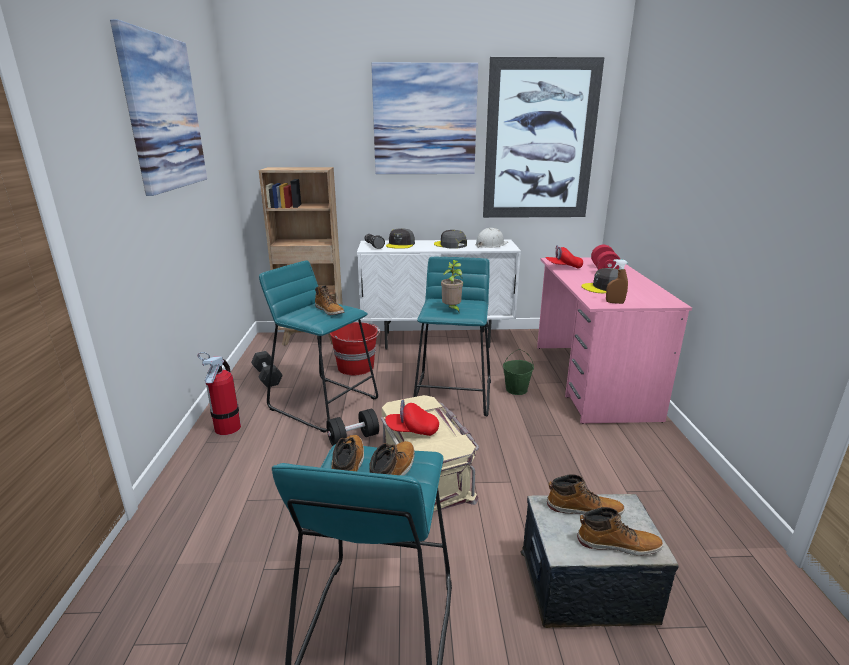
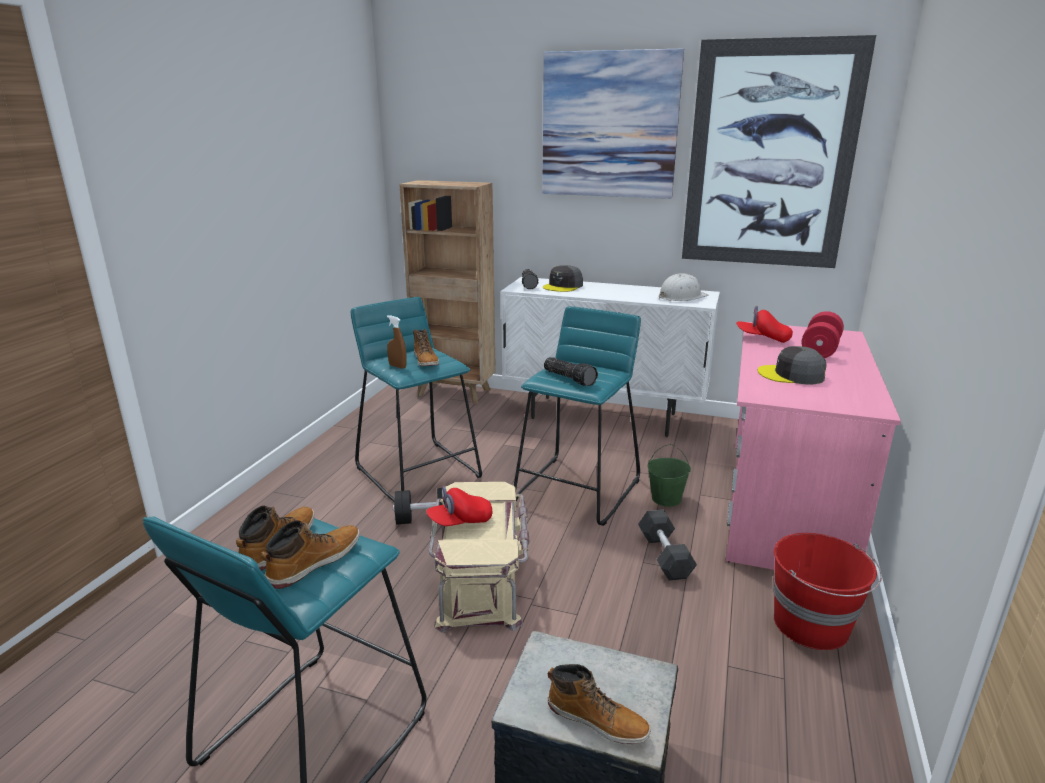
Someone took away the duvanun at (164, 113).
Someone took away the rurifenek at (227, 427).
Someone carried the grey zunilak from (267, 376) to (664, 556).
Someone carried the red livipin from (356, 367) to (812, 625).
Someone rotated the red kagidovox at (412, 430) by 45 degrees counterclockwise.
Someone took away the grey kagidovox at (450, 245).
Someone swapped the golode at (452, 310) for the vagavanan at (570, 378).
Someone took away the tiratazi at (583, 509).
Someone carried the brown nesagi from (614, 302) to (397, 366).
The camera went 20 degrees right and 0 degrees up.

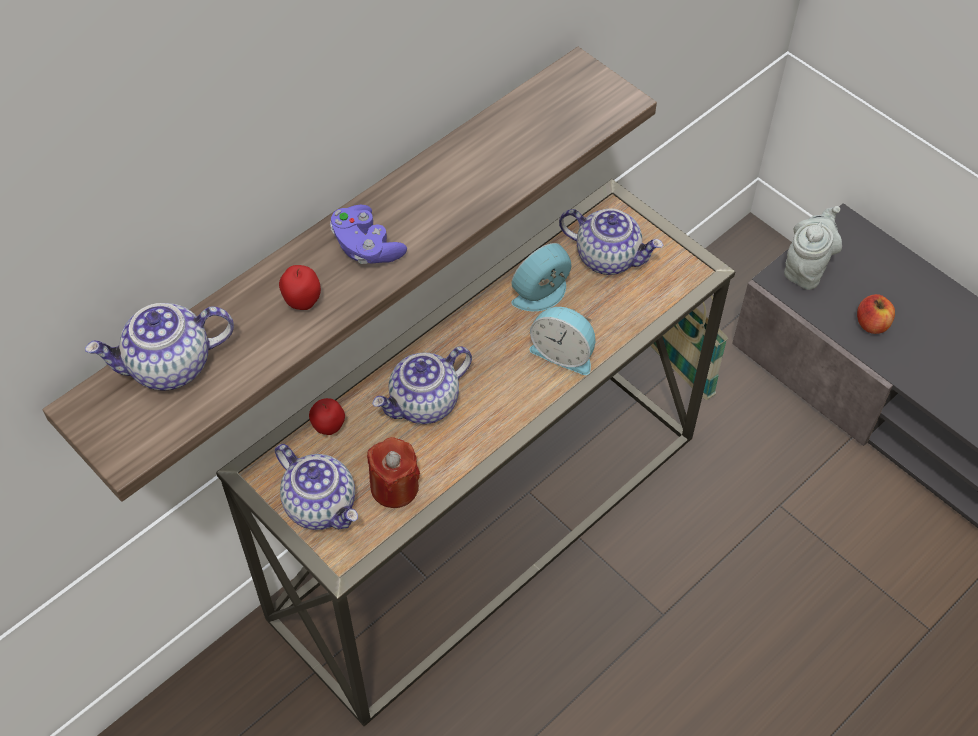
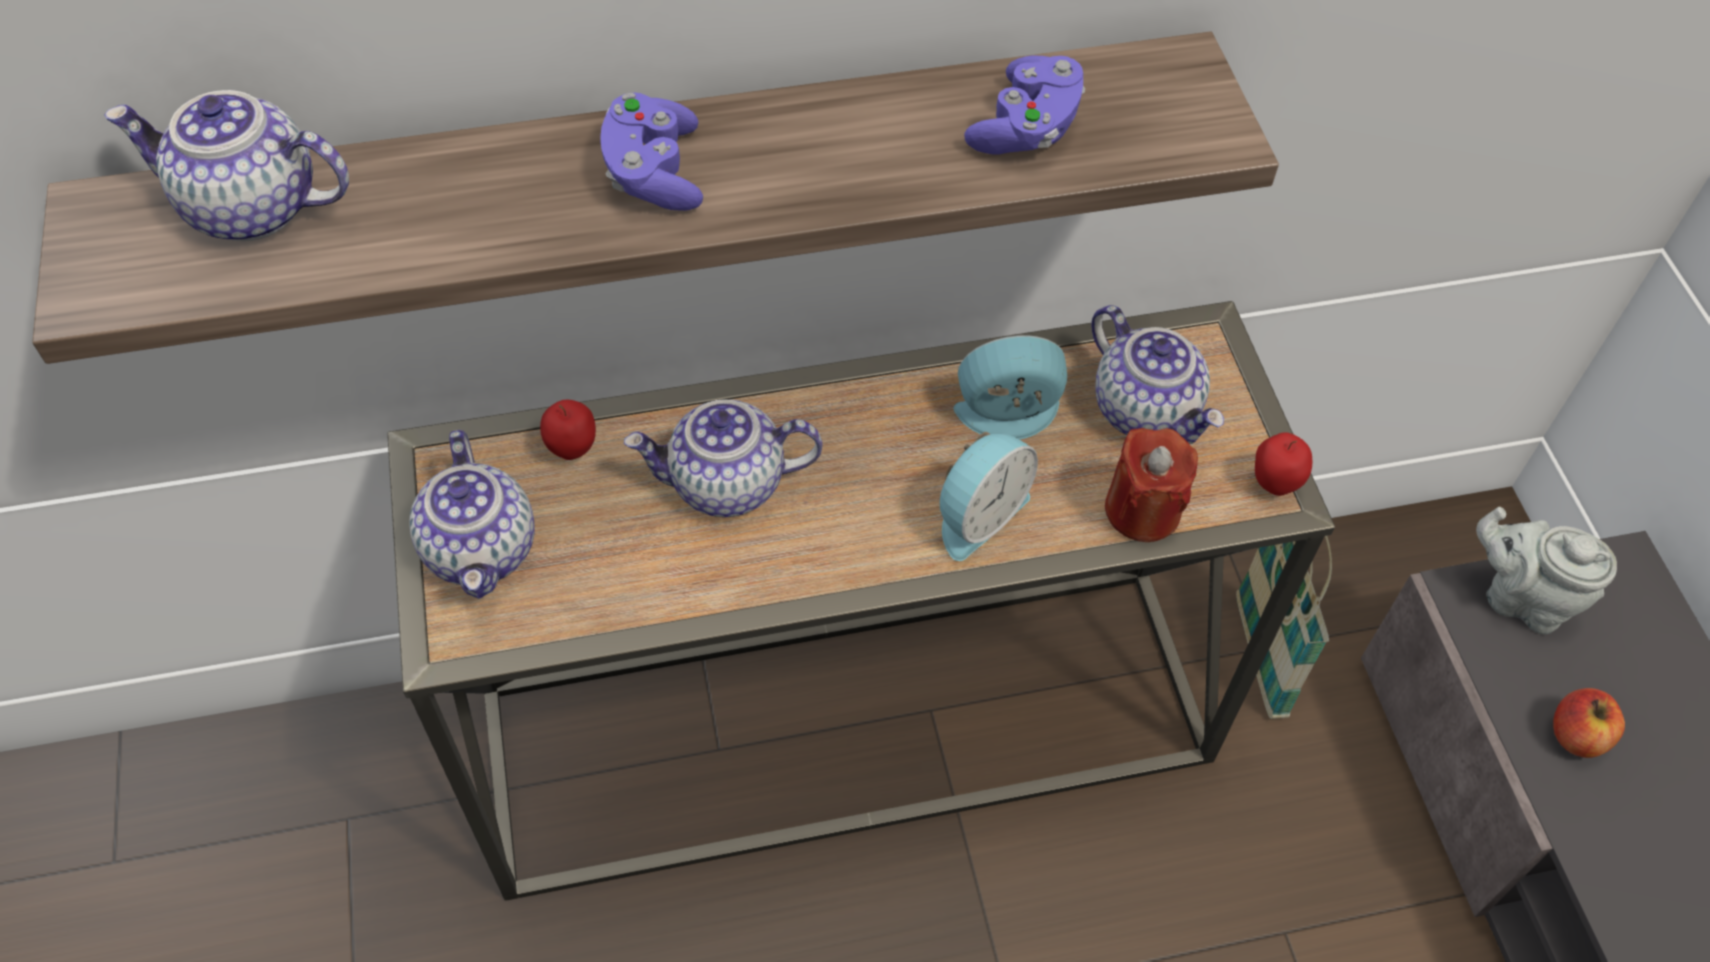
Someone carried the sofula from (302, 302) to (1274, 483).
Someone carried the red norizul from (394, 487) to (1142, 510).
Someone rotated the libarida at (563, 353) by 105 degrees counterclockwise.
Someone rotated the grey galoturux at (806, 268) by 120 degrees counterclockwise.
Someone put down the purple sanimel at (1026, 129).
The camera went 30 degrees right and 0 degrees up.

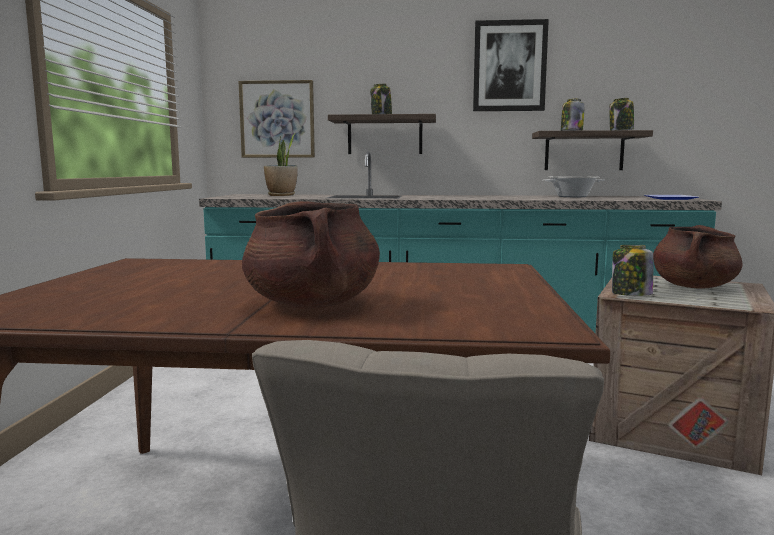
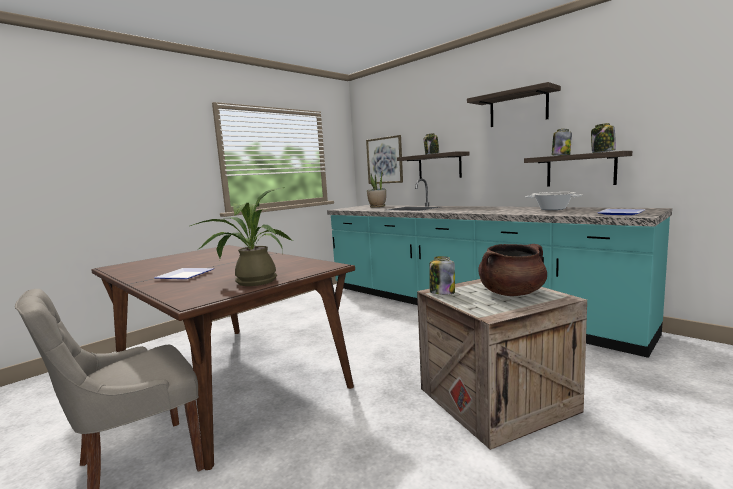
Someone swapped the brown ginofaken at (313, 304) for the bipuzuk at (185, 276).
Someone swapped the duvanun at (509, 66) for the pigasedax at (518, 108).
Someone put down the golode at (251, 282).
The camera went 40 degrees right and 0 degrees up.

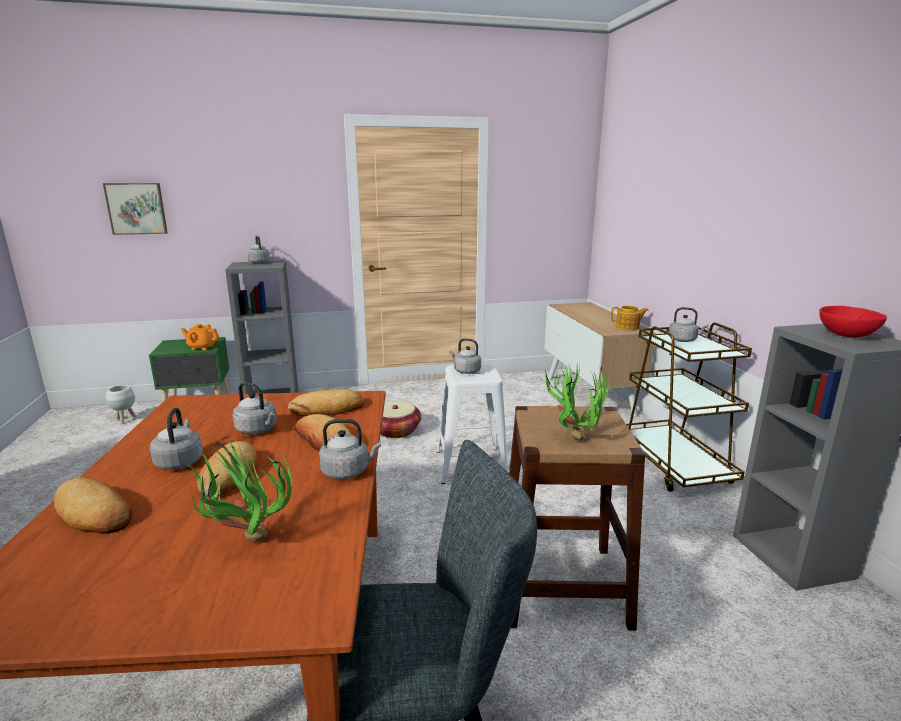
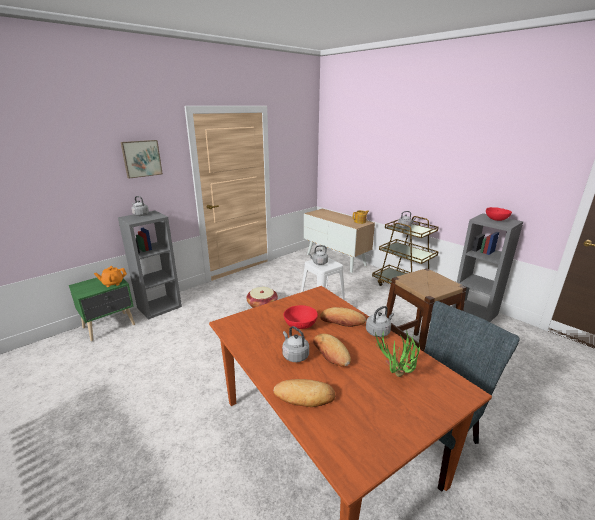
Someone carried the duvanun from (137, 208) to (141, 158).
Someone took away the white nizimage at (125, 419).
Someone swapped the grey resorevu at (258, 430) for the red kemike at (300, 325).
Someone took away the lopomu at (328, 409).
Someone took away the golode at (573, 435).
The camera went 30 degrees left and 5 degrees up.

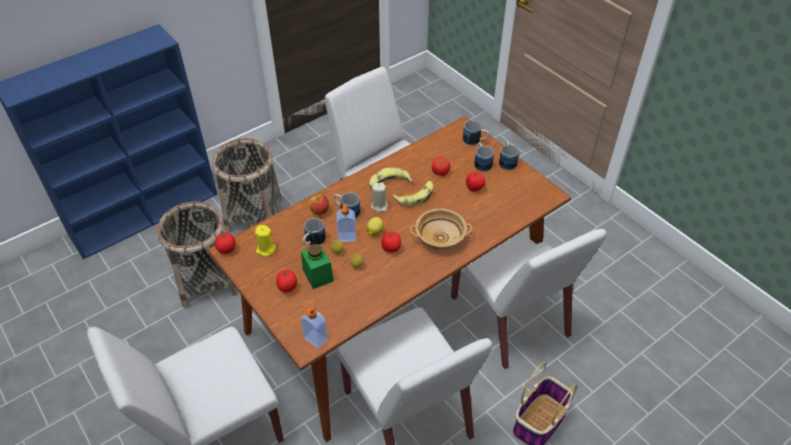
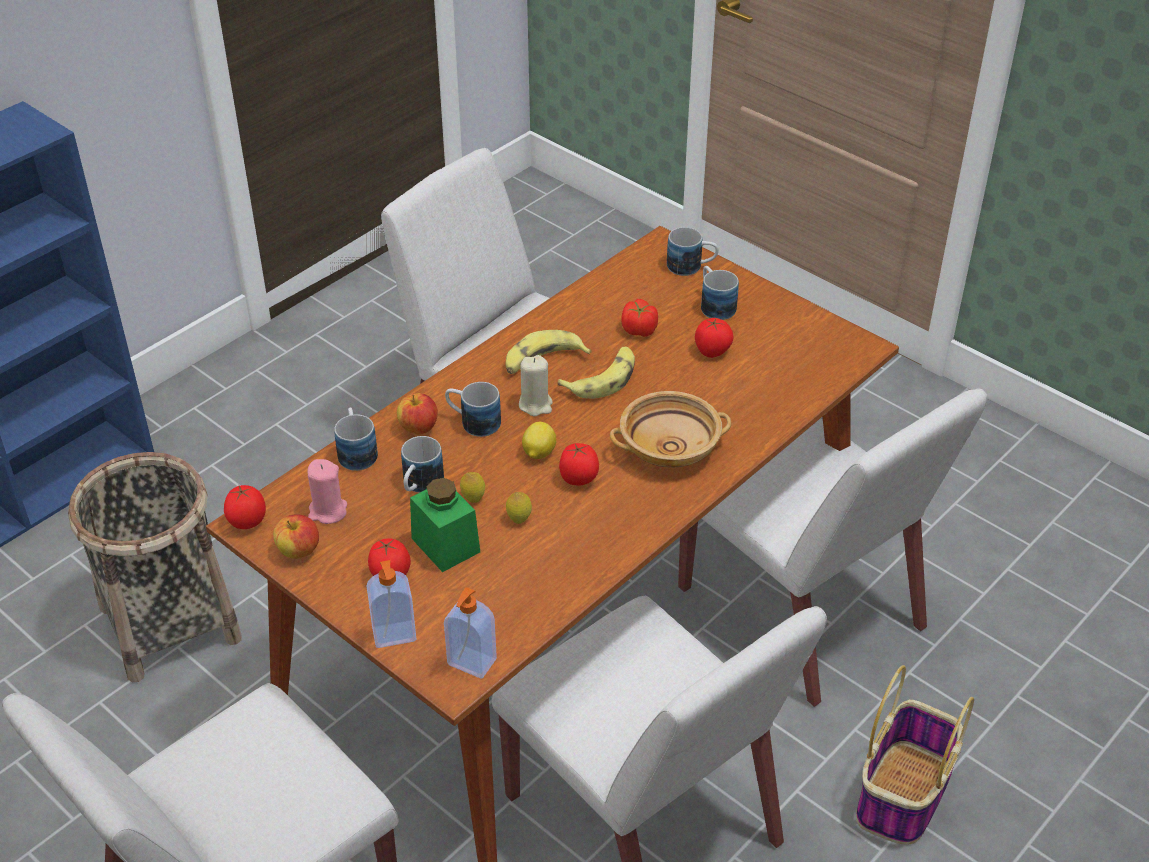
Someone took away the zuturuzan at (254, 215).
Someone repainted the yellow norizul at (266, 249), which became the pink norizul at (327, 511).
Someone carried the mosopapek from (347, 237) to (394, 635).
Someone carried the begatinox from (507, 161) to (356, 451).
Someone put down the sofula at (299, 551).
The camera went 10 degrees left and 5 degrees down.

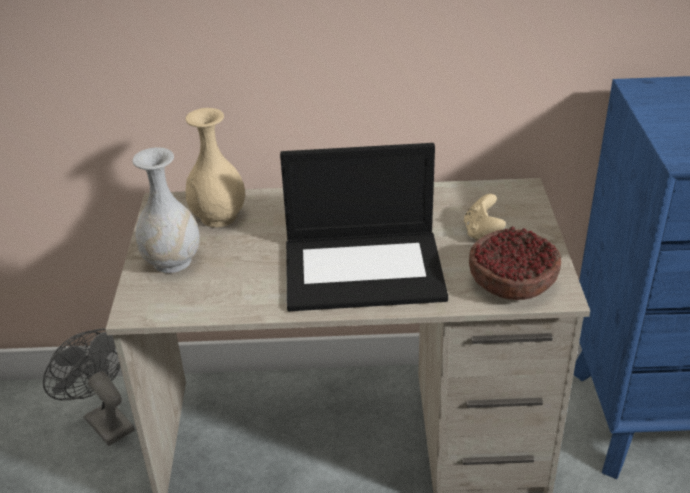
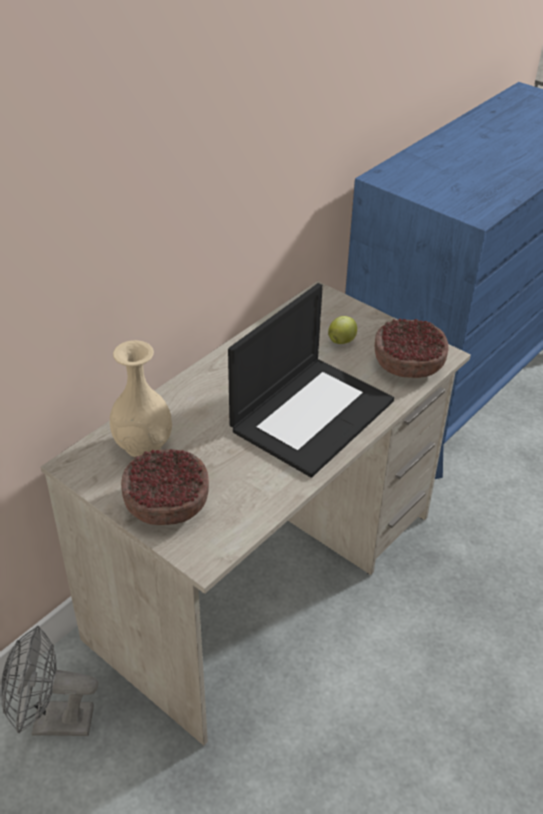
Someone swapped the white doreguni at (173, 261) for the kemike at (167, 502).
Someone swapped the beige sanimel at (482, 232) for the sofula at (342, 341).
The camera went 50 degrees left and 5 degrees up.

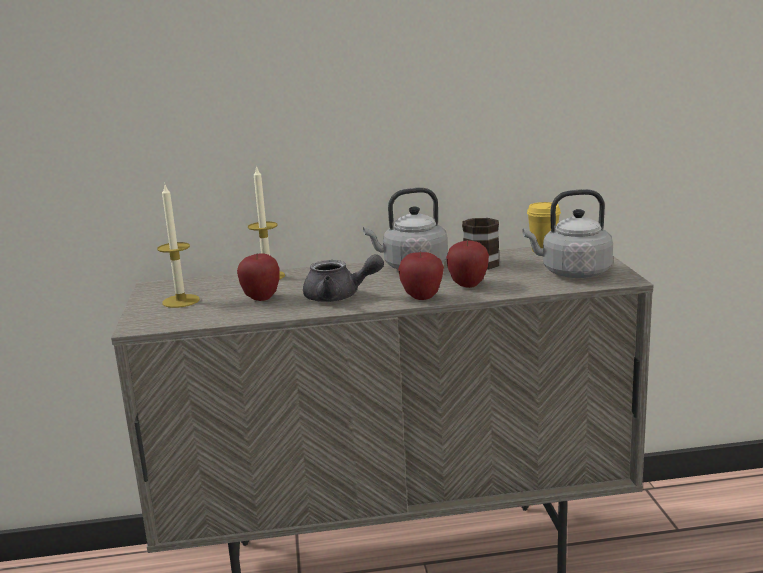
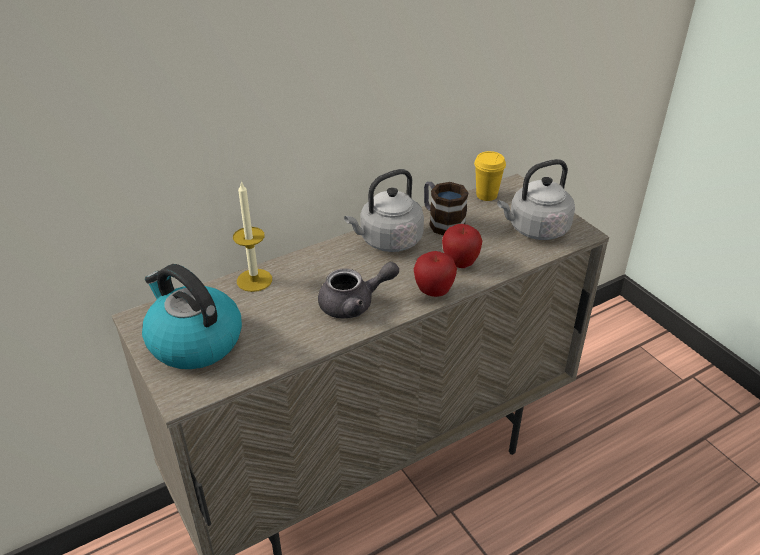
Someone swapped the norizul at (181, 301) for the resorevu at (194, 341).
Someone took away the sofula at (261, 298).
The camera went 25 degrees left and 20 degrees up.

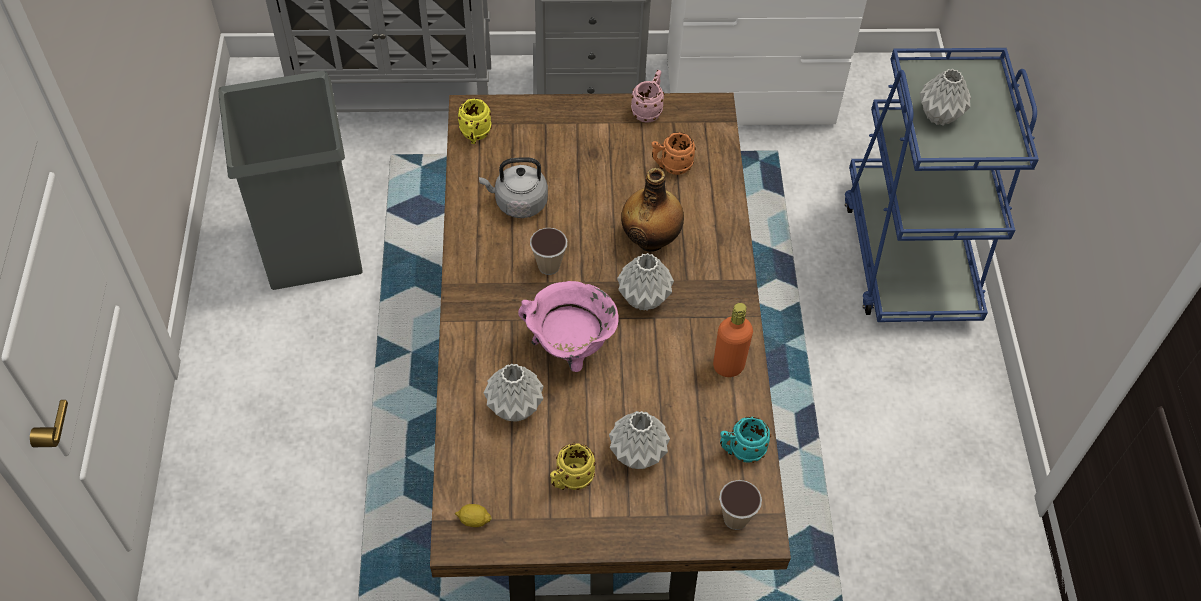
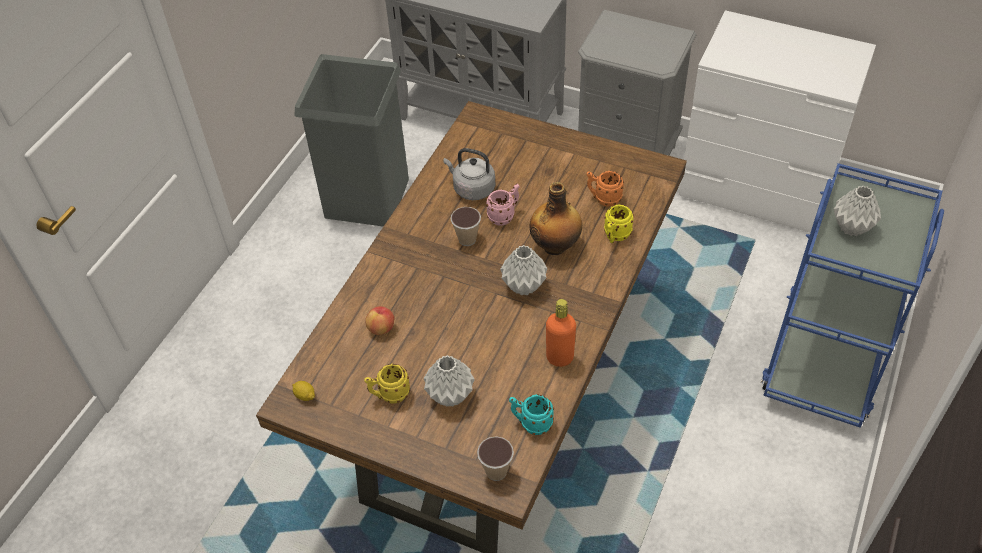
Someone carried the yellow begatinox from (475, 136) to (615, 236).
Someone swapped the grey doreguni at (514, 407) for the sofula at (381, 328).
Someone took away the pink ginofaken at (570, 349).
Someone carried the pink begatinox from (648, 110) to (504, 216).
The camera went 30 degrees right and 5 degrees down.

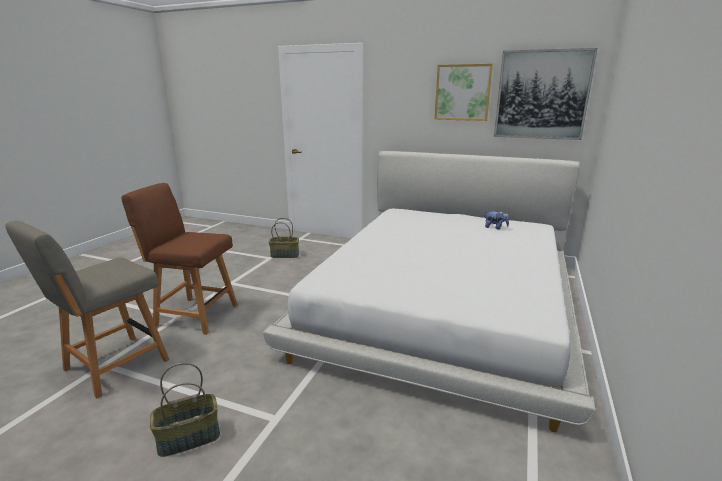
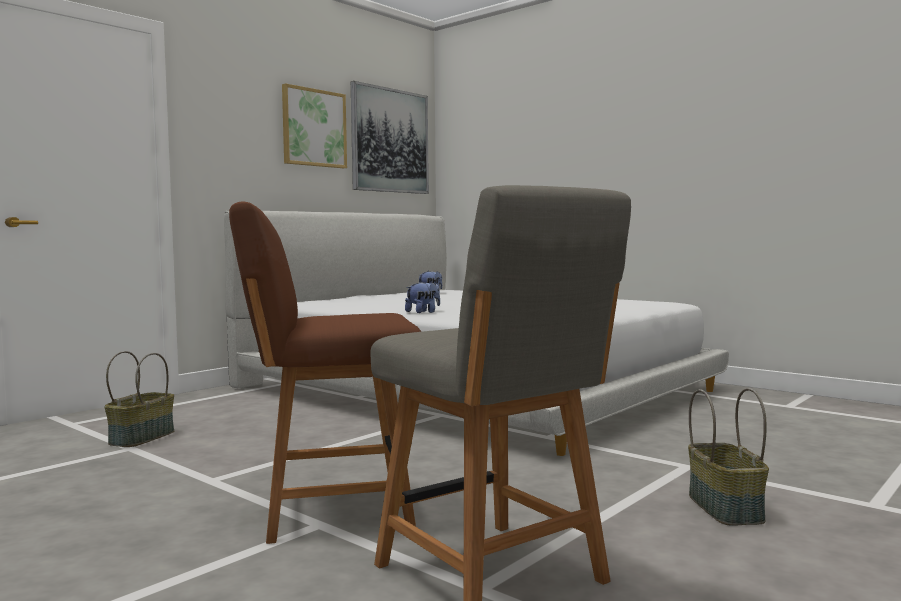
Someone rotated the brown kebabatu at (194, 315) by 45 degrees clockwise.
Someone put down the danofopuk at (423, 312).
The camera went 70 degrees left and 15 degrees down.

